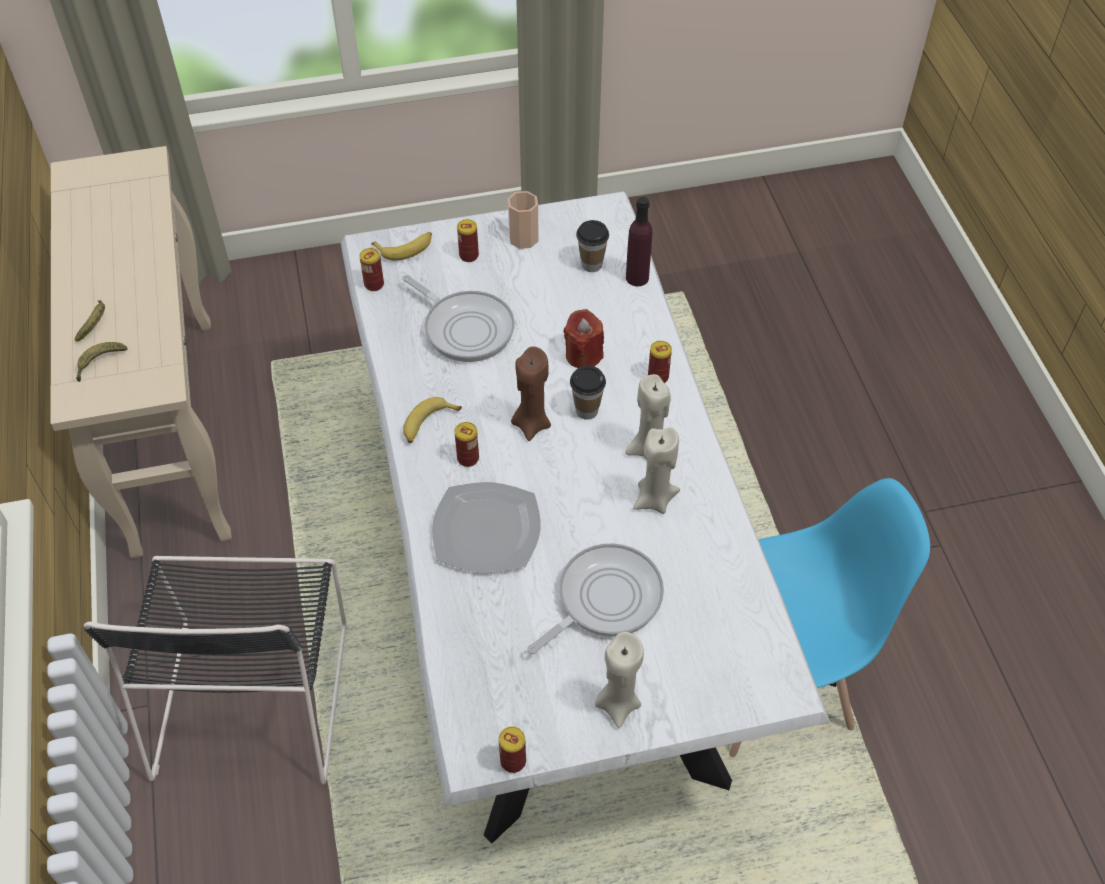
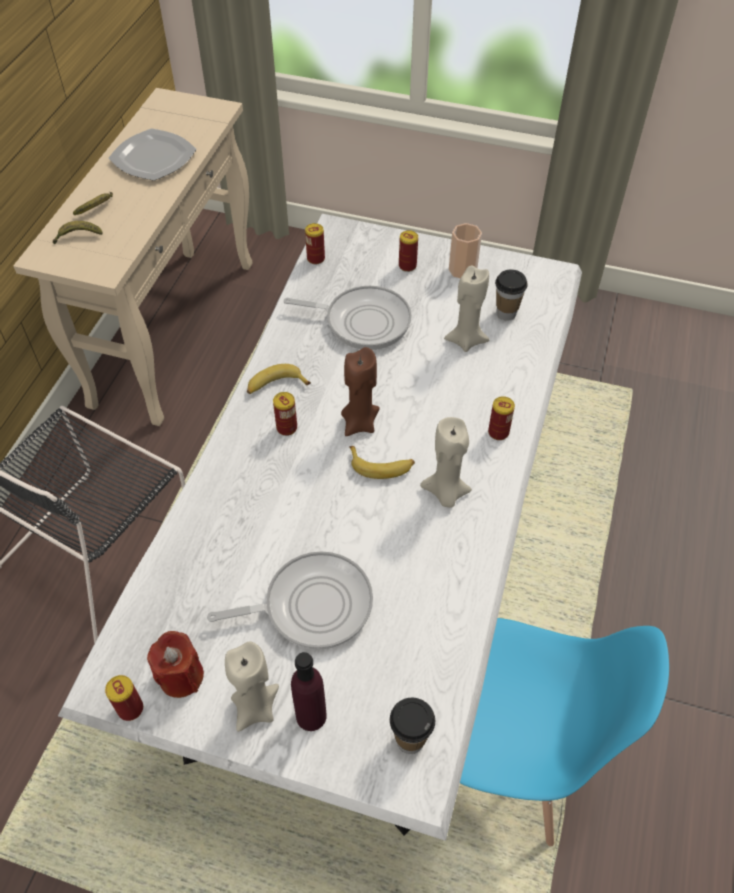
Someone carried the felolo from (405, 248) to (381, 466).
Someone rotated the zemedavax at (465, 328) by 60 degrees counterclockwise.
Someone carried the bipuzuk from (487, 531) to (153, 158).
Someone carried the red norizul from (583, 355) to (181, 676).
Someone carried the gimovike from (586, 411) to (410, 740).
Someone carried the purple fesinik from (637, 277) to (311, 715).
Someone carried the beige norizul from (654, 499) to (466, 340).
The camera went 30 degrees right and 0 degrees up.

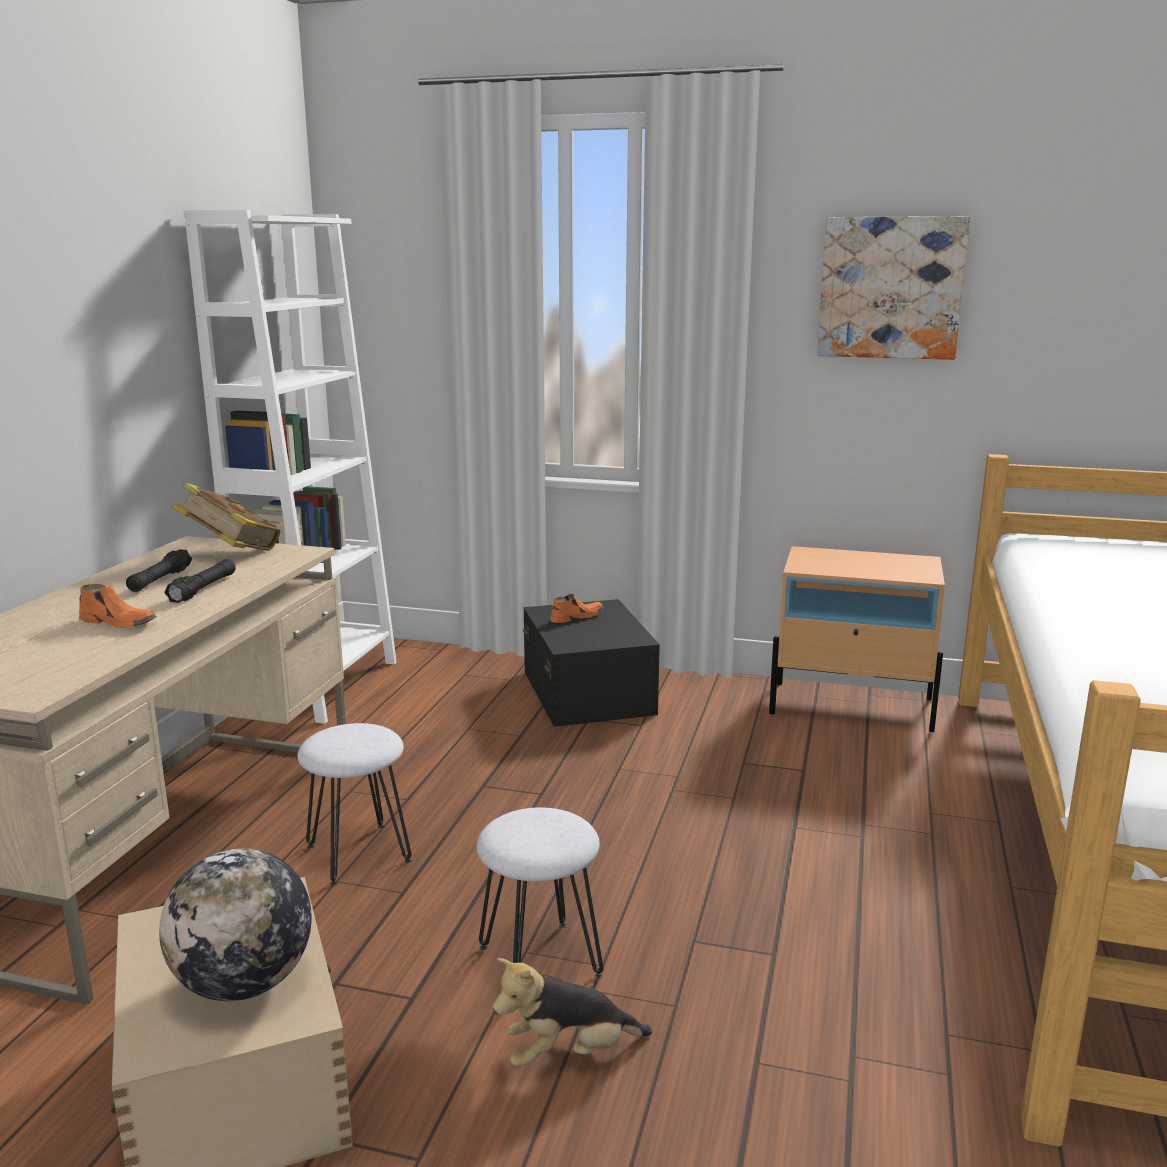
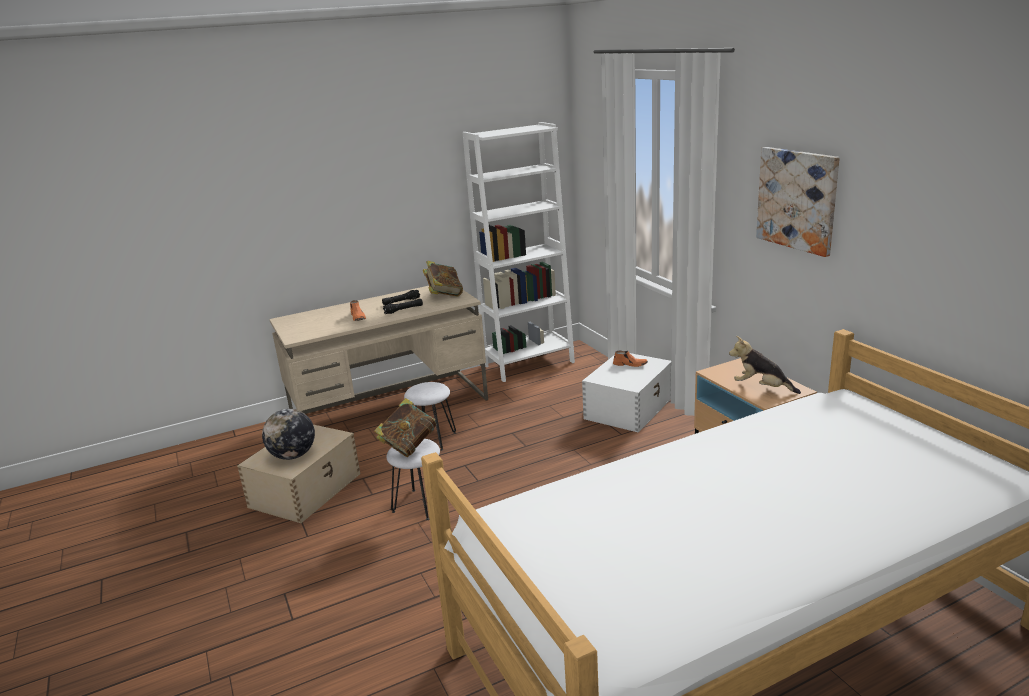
Someone carried the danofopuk from (569, 1054) to (761, 388).
Someone repainted the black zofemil at (588, 691), which became the white zofemil at (629, 408).
Someone put down the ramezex at (409, 446).
The camera went 50 degrees right and 5 degrees up.

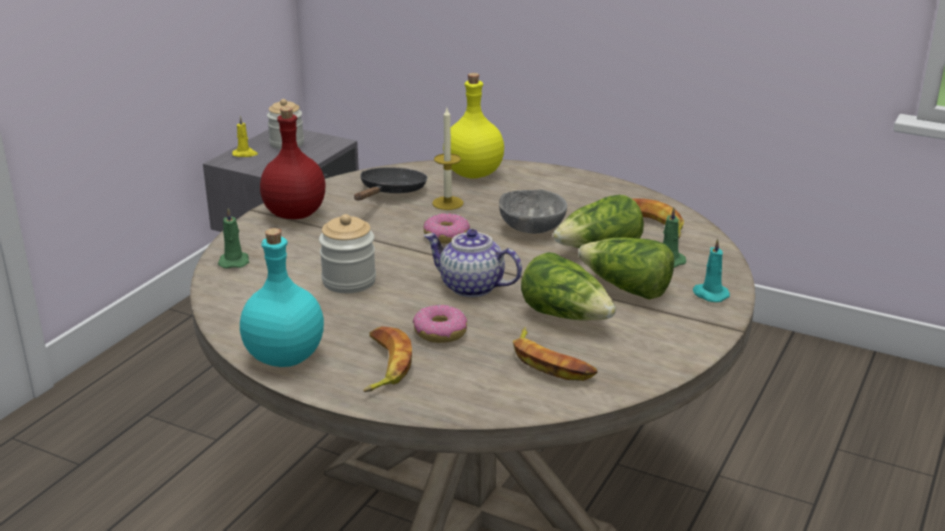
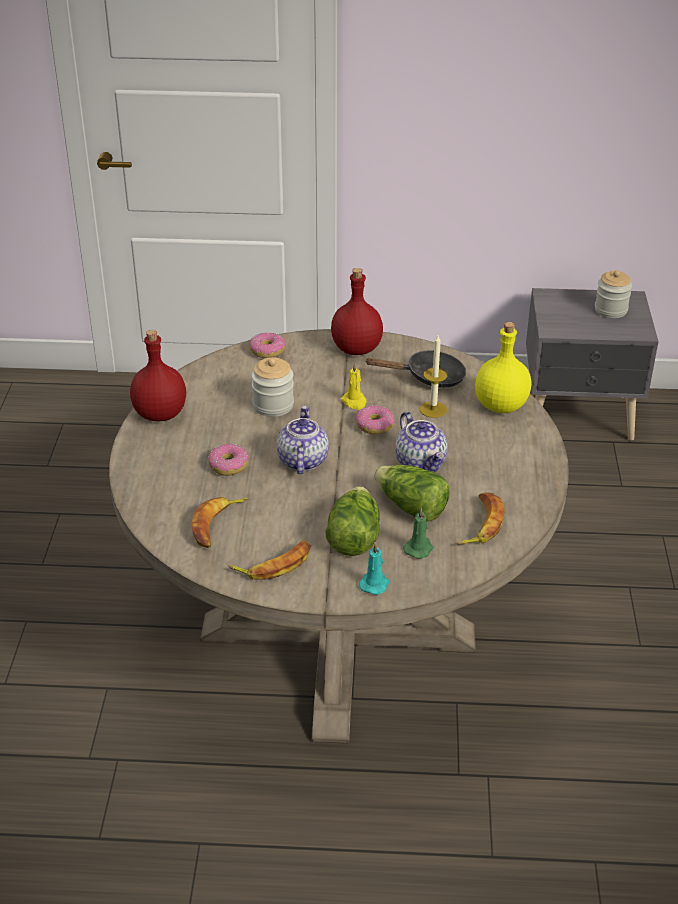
Someone swapped the green norizul at (234, 261) for the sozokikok at (267, 351).
Someone carried the yellow norizul from (245, 154) to (354, 402).
Someone repainted the turquoise fesinik at (283, 358), which became the red fesinik at (159, 413).
Someone carried the felolo from (383, 365) to (274, 564).
Someone swapped the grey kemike at (531, 228) for the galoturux at (421, 463).
Someone took away the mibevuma at (566, 316).
The camera went 65 degrees right and 10 degrees up.

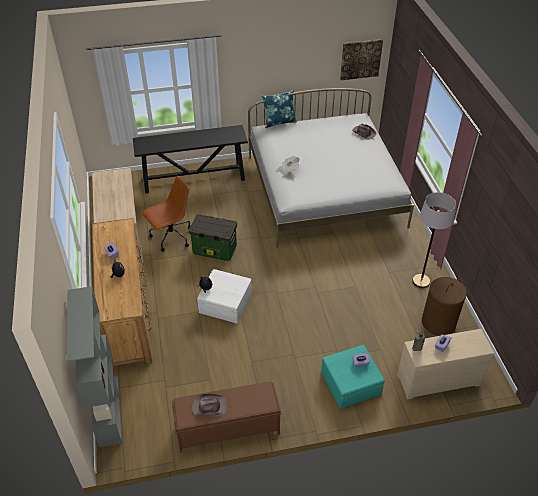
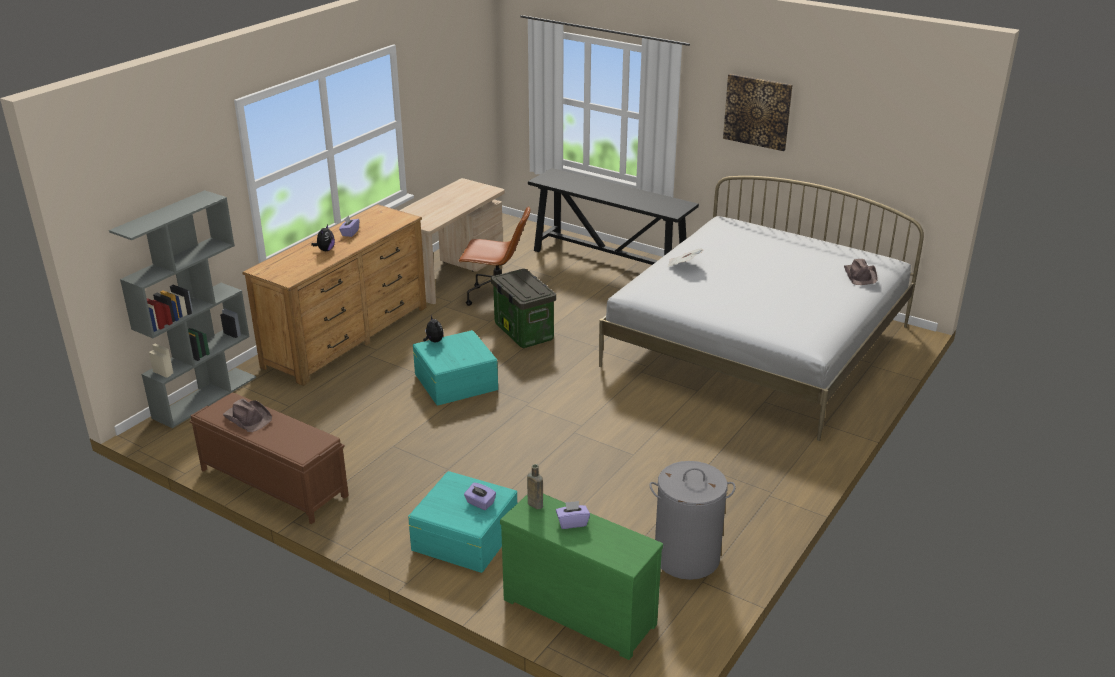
Someone repainted the white zofemil at (225, 302), which became the turquoise zofemil at (456, 381).
Someone took away the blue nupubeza at (279, 122).
Someone carried the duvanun from (360, 59) to (757, 111).
Someone repainted the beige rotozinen at (437, 378), which became the green rotozinen at (581, 609).
Someone took away the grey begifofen at (421, 281).
Someone repainted the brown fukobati at (438, 323), which became the grey fukobati at (686, 558).
The camera went 45 degrees right and 15 degrees down.

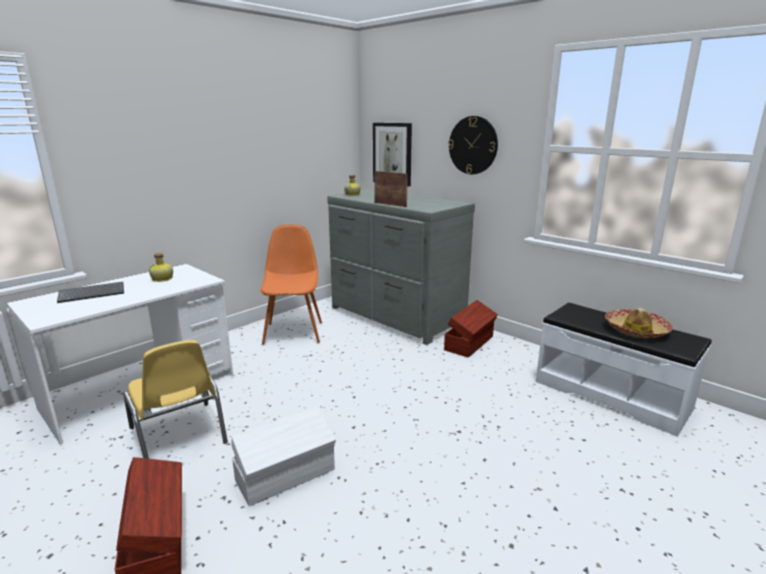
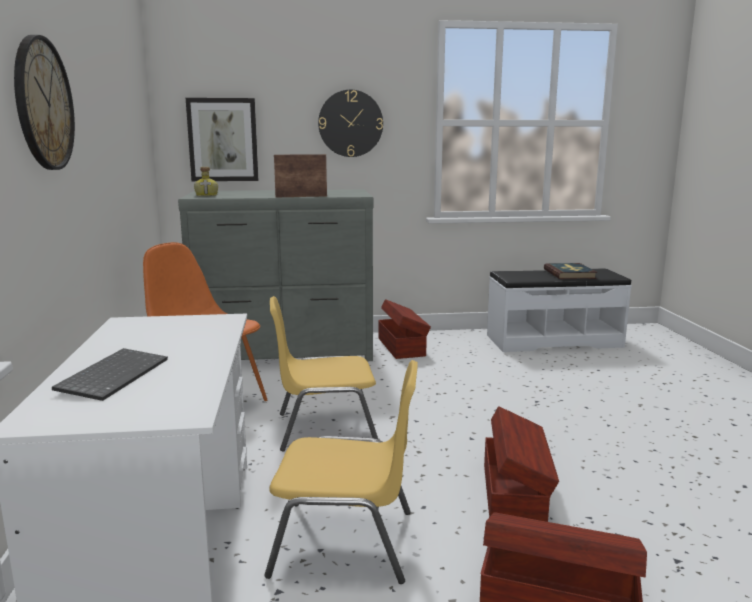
Someone took away the fesinik at (162, 279).
Someone repainted the white zofemil at (287, 475), which became the brown zofemil at (514, 495).
Someone swapped the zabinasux at (636, 330) for the ramezex at (569, 274).
Someone put up the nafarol at (43, 104).
Someone put down the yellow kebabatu at (324, 429).
The camera went 50 degrees left and 5 degrees down.

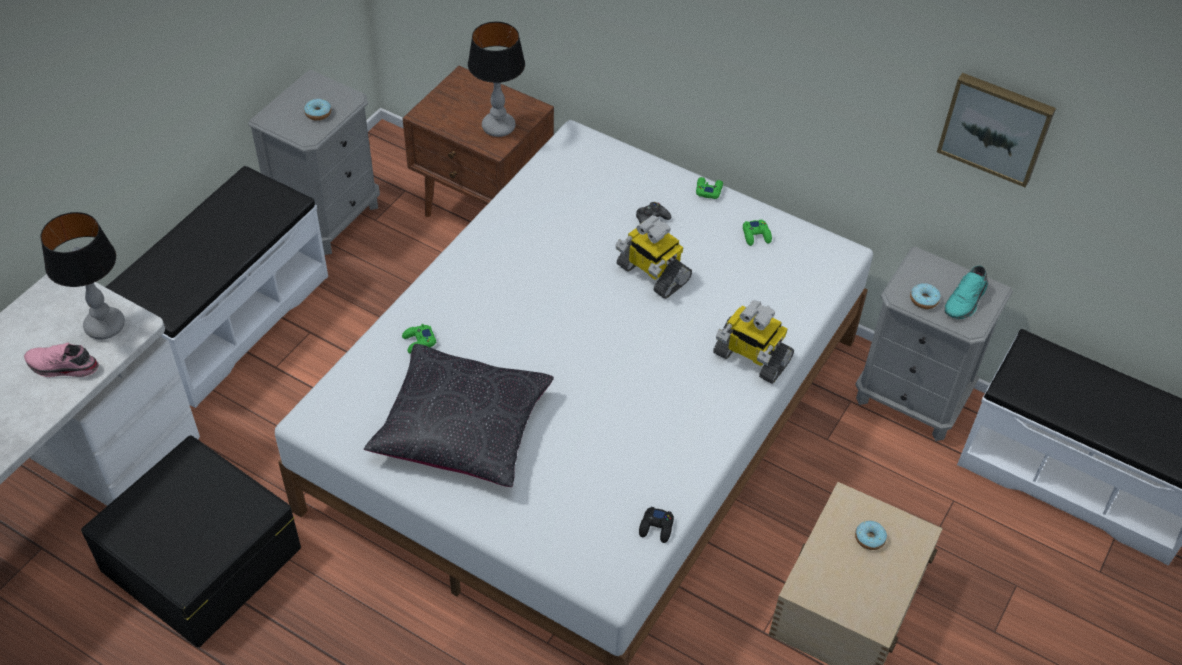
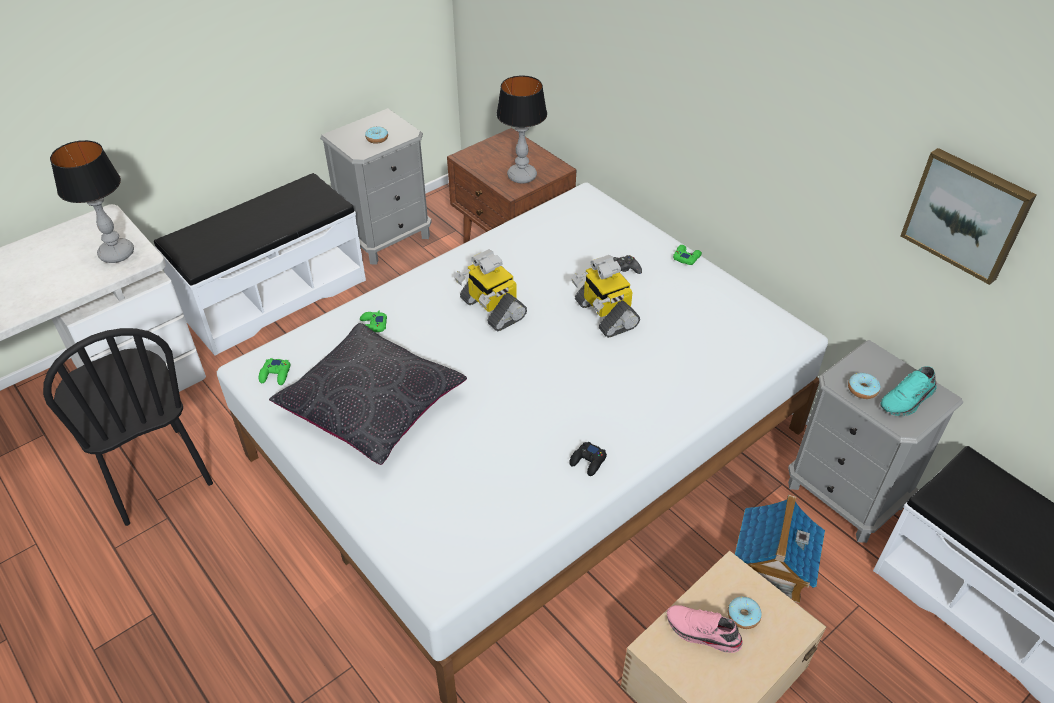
Someone carried the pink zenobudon from (62, 367) to (702, 633).
Someone swapped the black zofemil at (200, 559) for the black kebabatu at (154, 475).
Someone carried the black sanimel from (656, 527) to (588, 461).
Someone carried the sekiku from (751, 358) to (491, 309).
Someone carried the green sanimel from (756, 235) to (276, 375).
Someone put down the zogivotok at (771, 567).
The camera went 20 degrees right and 5 degrees down.

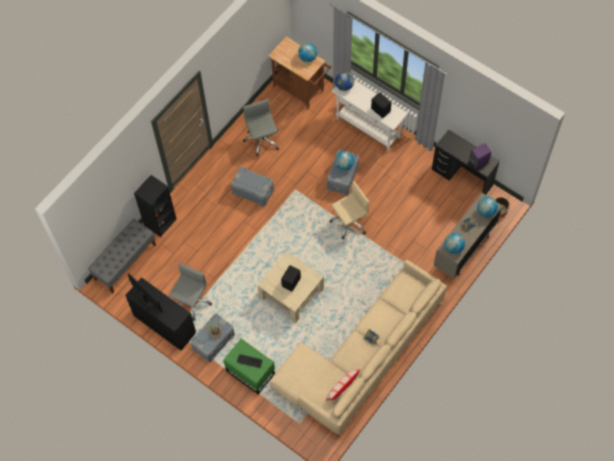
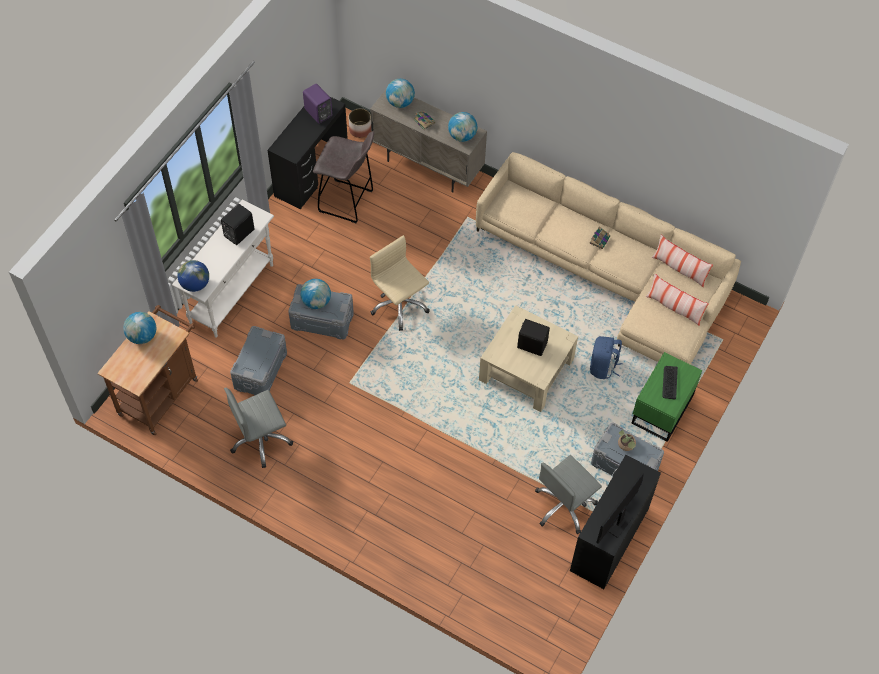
Someone took away the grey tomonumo at (125, 262).
Someone took away the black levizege at (160, 222).
Someone rotated the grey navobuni at (191, 301) by 60 degrees counterclockwise.
Someone carried the grey zofemil from (253, 191) to (261, 370).
Someone put down the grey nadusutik at (347, 202).
Someone put down the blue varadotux at (603, 367).
Someone put down the nupubeza at (674, 307).
The camera went 100 degrees left and 5 degrees down.

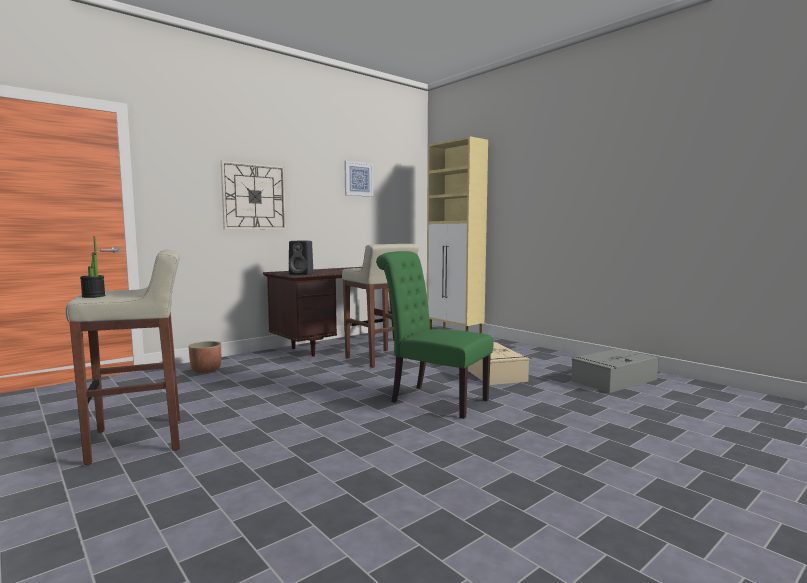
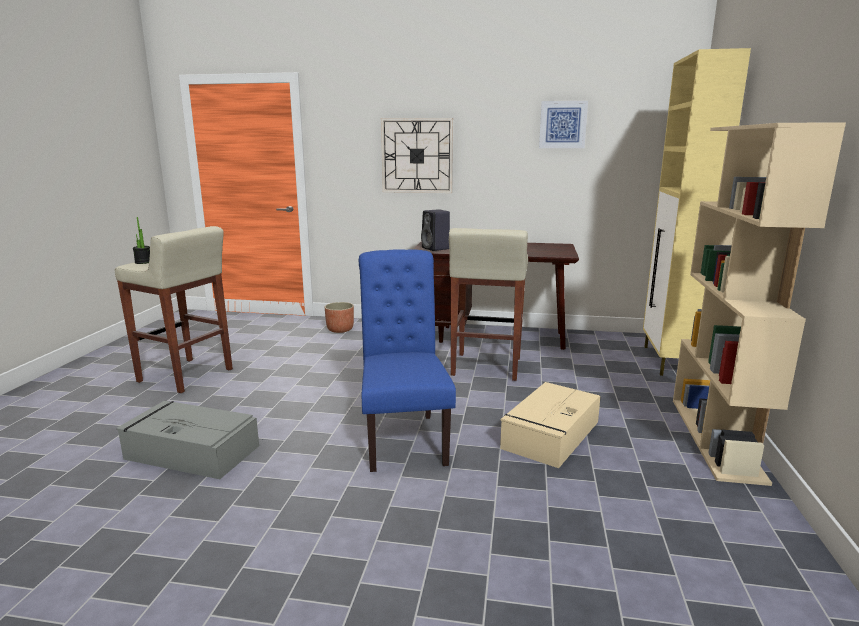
Someone repainted the green kebabatu at (433, 400), which became the blue kebabatu at (403, 437).
Someone carried the grey zofemil from (613, 380) to (190, 452).
Someone put down the beige levizege at (716, 438).
The camera went 50 degrees right and 10 degrees up.

